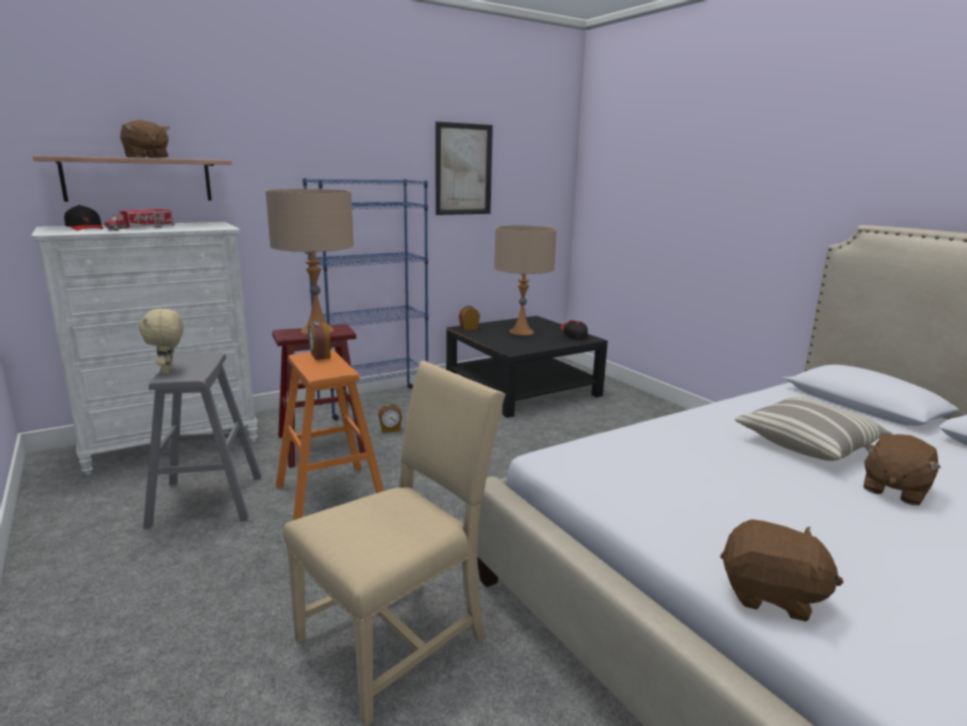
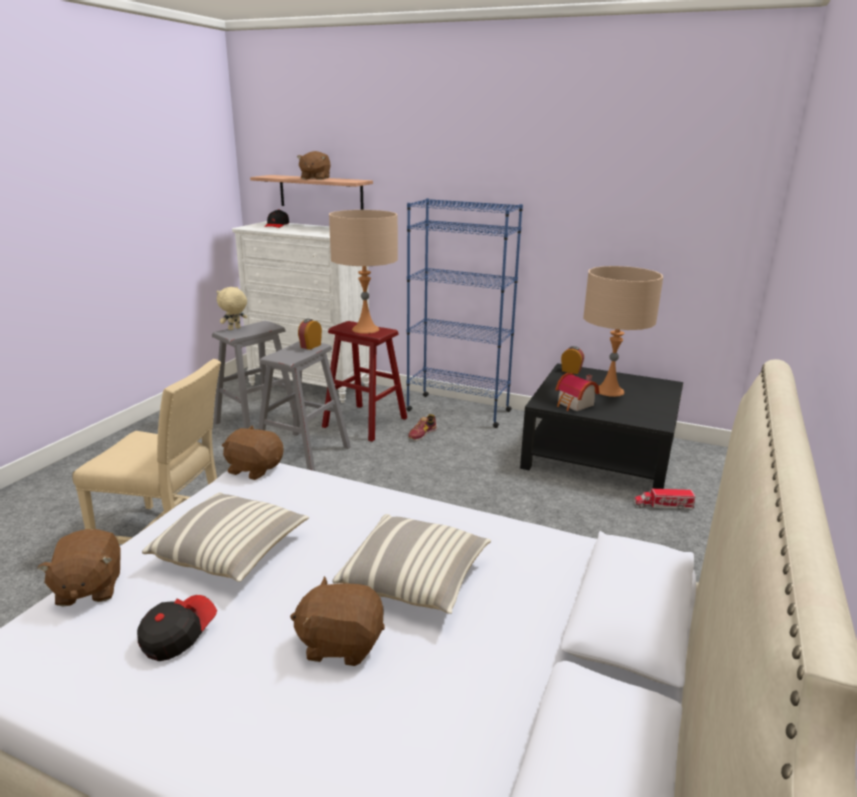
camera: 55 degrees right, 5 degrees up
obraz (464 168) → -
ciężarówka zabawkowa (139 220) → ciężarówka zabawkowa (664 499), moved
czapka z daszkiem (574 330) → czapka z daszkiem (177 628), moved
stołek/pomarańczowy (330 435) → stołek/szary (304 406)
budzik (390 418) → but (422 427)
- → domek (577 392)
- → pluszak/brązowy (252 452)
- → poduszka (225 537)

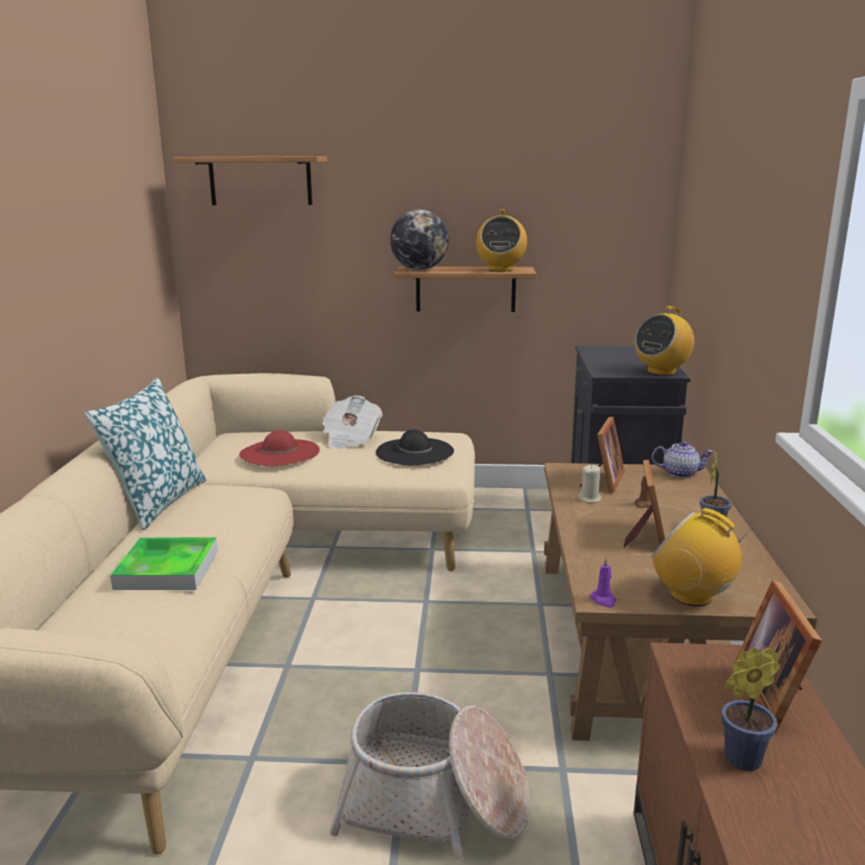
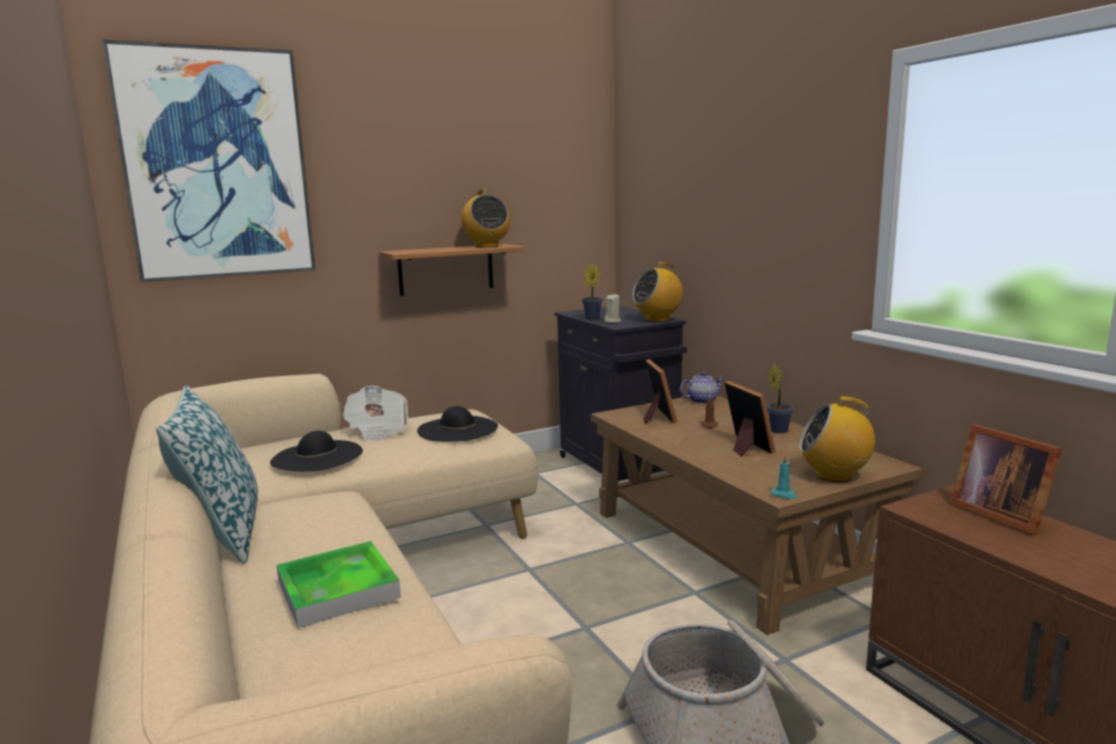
camera: 30 degrees left, 5 degrees down
półka (250 180) → obraz (208 161)
globus (419 240) → -
radio (664 340) → radio (657 292), 45 degrees clockwise
kapelusz/czerwony (279 448) → kapelusz/czarny (316 451)
świeca/beżowy (589 484) → świeca/beżowy (612 308), moved
świeca/fioletowy (603 582) → świeca/turkusowy (784 476)
roślina doniczkowa (750 709) → roślina doniczkowa (592 292), moved

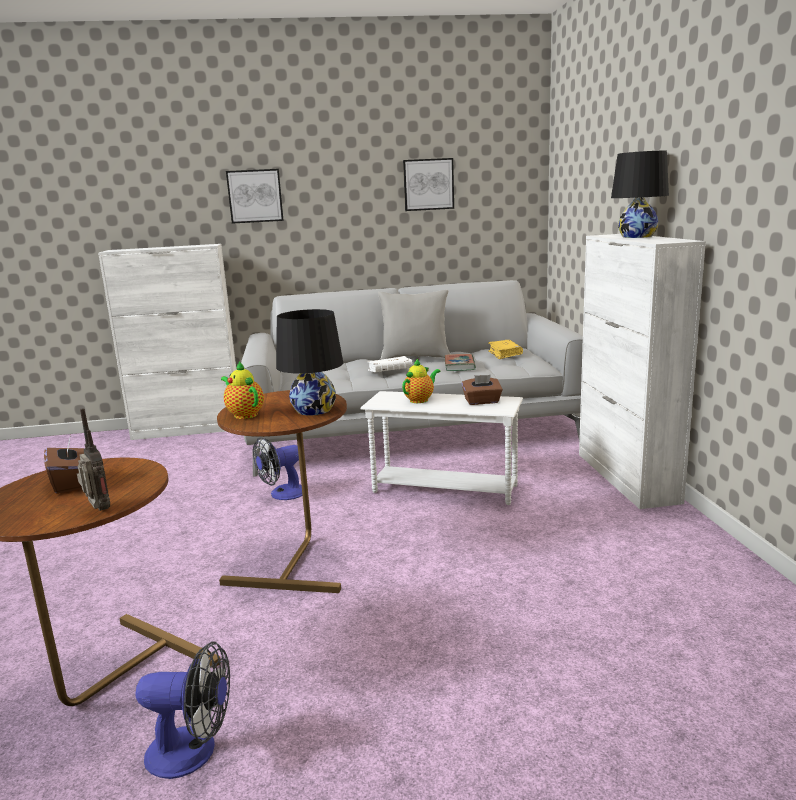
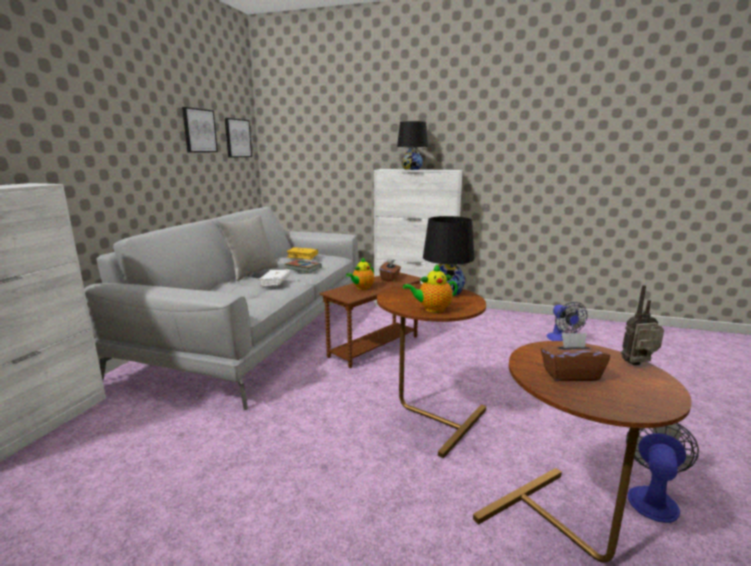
camera: 65 degrees left, 0 degrees up
obraz (255 196) → obraz (238 138), moved
imbryk (421 381) → imbryk (360 274), 120 degrees counterclockwise
stolik/biały (442 448) → stolik/brązowy (370 320)
wentylator (278 468) → wentylator (567 321), moved

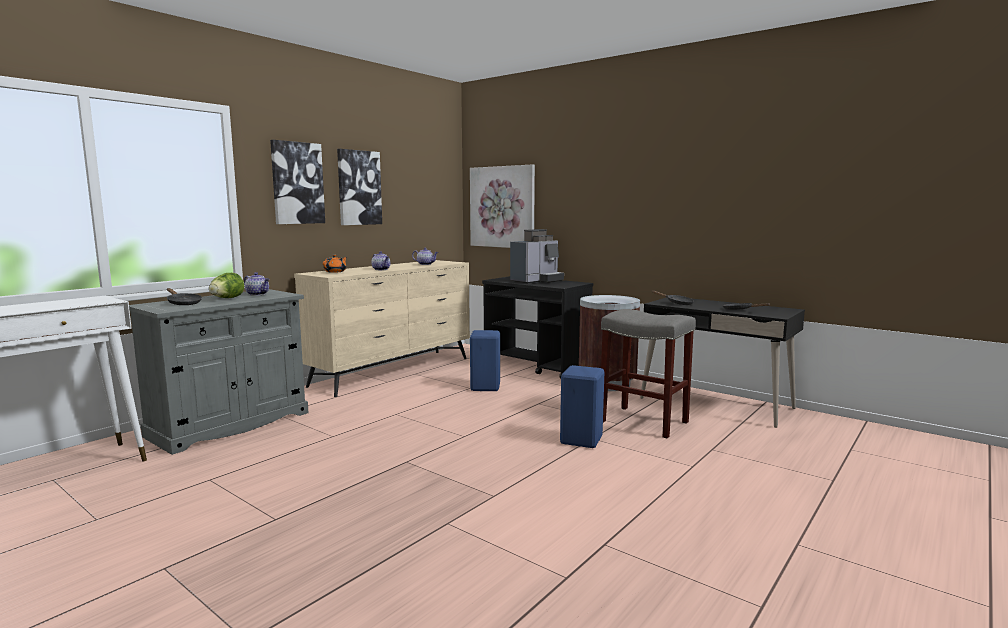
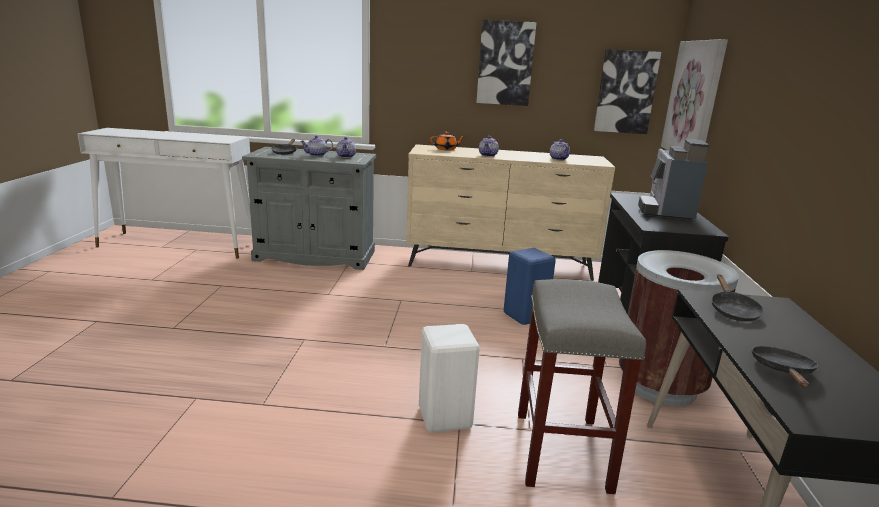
camera: 55 degrees right, 10 degrees up
obraz (297 182) → obraz (627 91), moved
ekspres do kawy (537 256) → ekspres do kawy (674 179), 90 degrees clockwise
sałata (226 285) → imbryk (316 146)
stołek/niebieski (582 406) → stołek/biały (449 378)

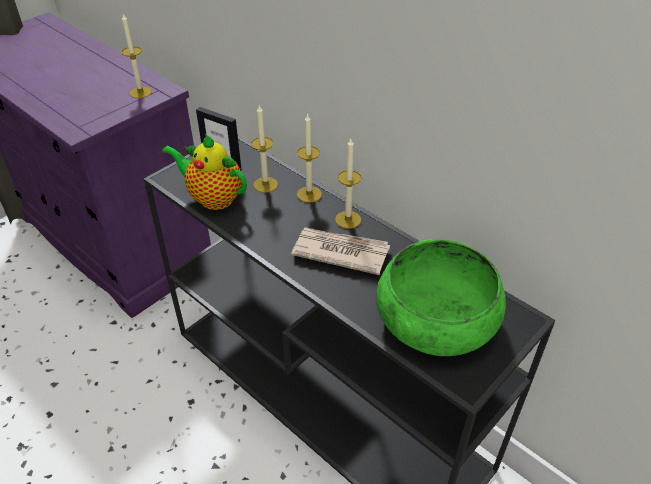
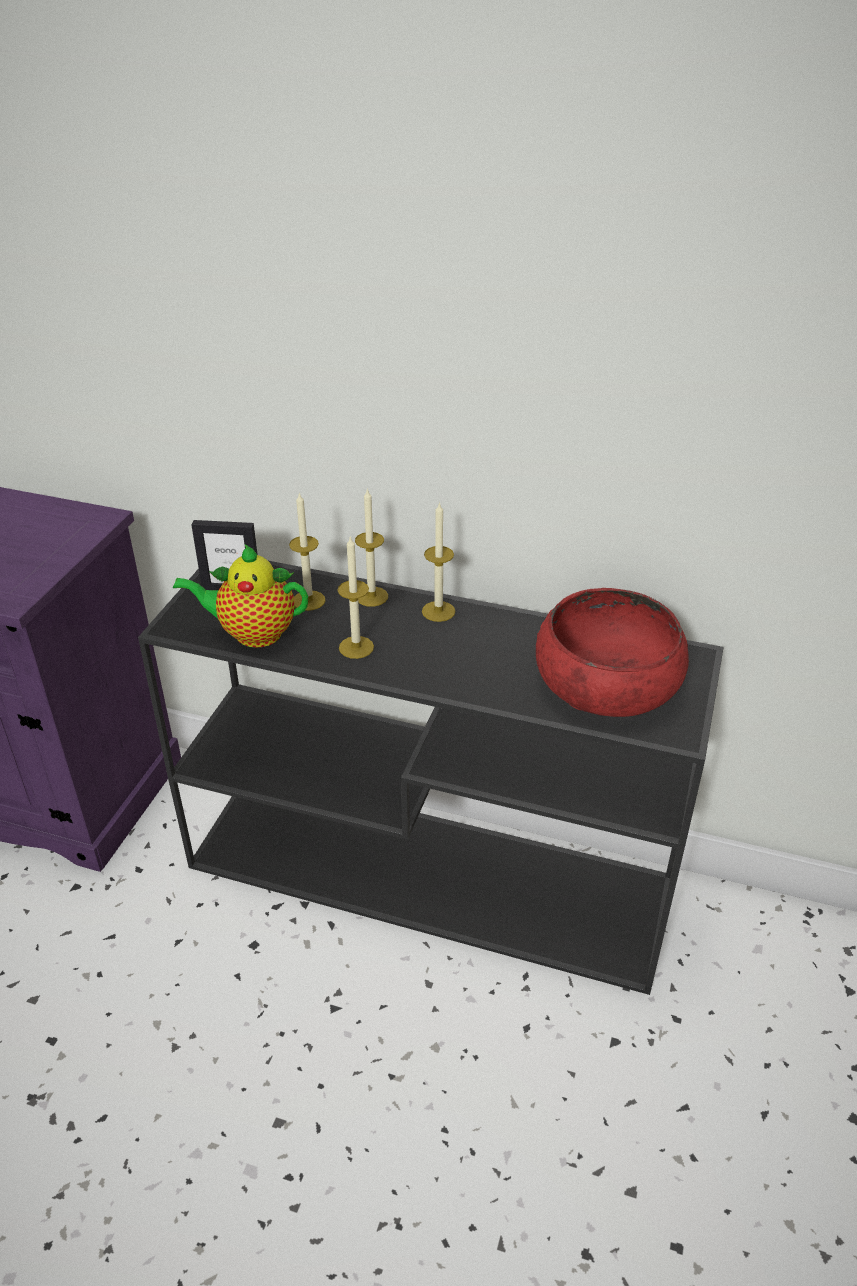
camera: 25 degrees left, 5 degrees down
świeca (137 56) → świeca (356 597), moved
gazeta (340 251) → -
miska/zielony (441 297) → miska/czerwony (612 652)

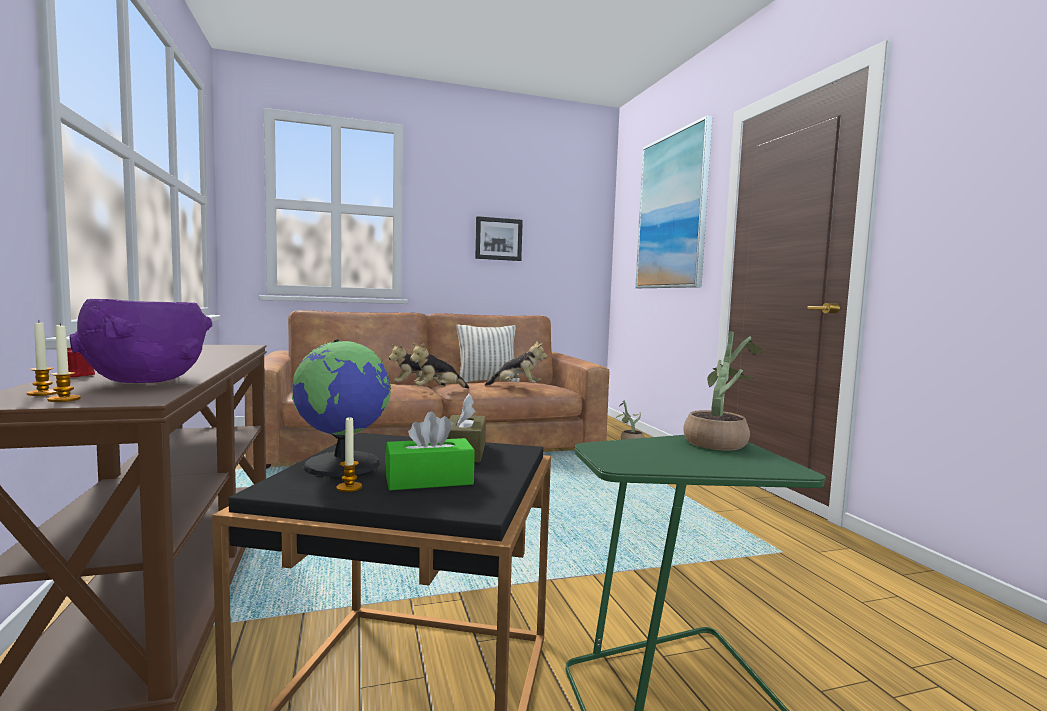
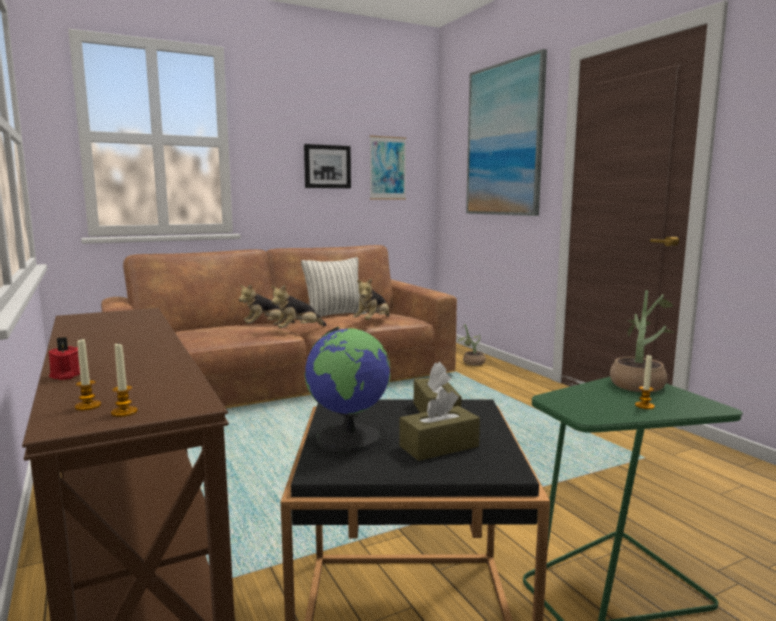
camera: 10 degrees left, 5 degrees up
miska/fioletowy (141 341) → -
pluszak (516 363) → pluszak (371 299), 120 degrees clockwise
pudełko chusteczek/zielony (430 451) → pudełko chusteczek/brązowy (439 425)
świeca (349 454) → świeca (645 381), moved
- → obraz (387 168)

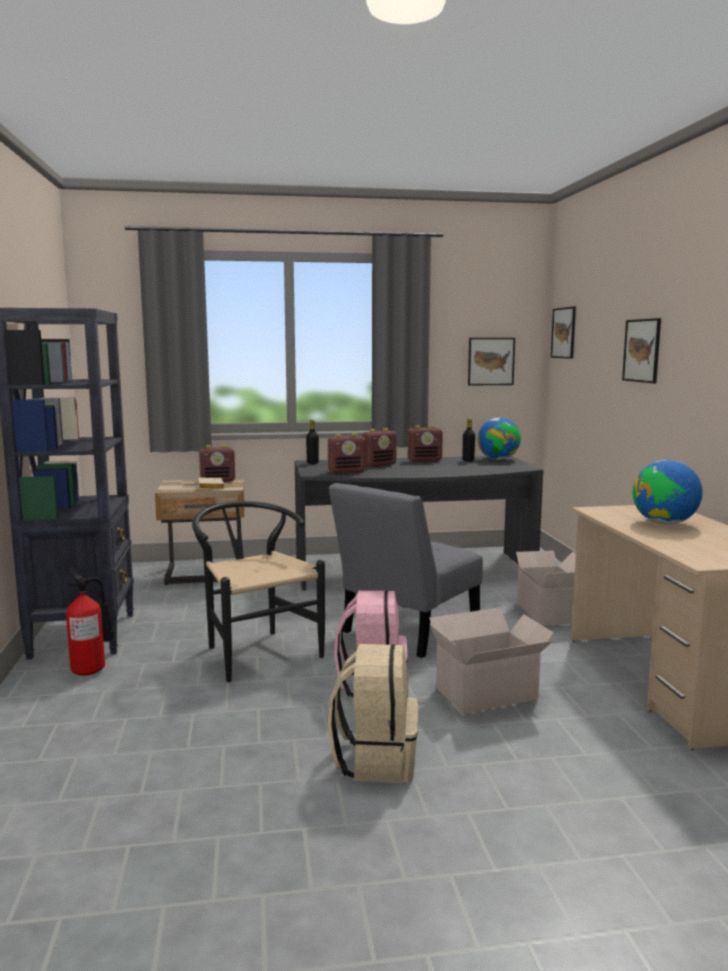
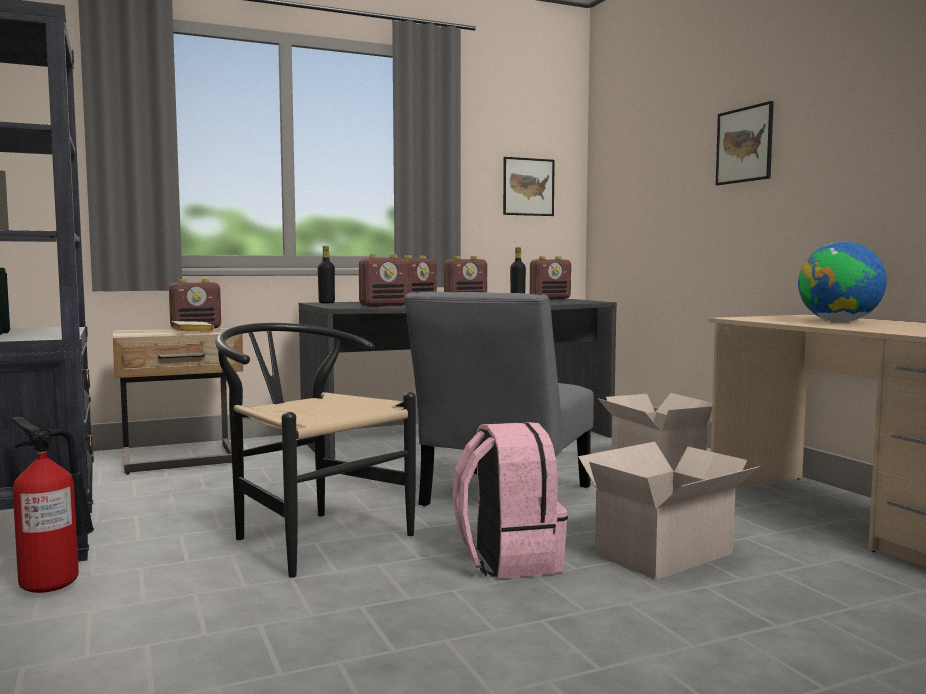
camera: 15 degrees left, 5 degrees down
obraz (563 333) → -
globus (499 439) → radio (550 277)
plecak/beżowy (373 713) → -

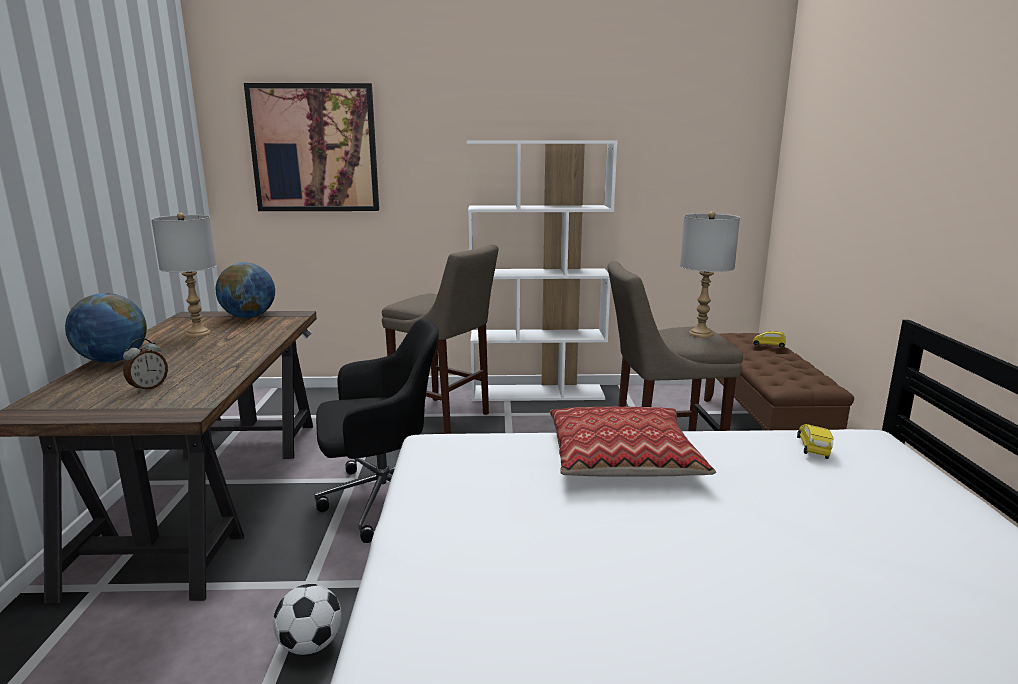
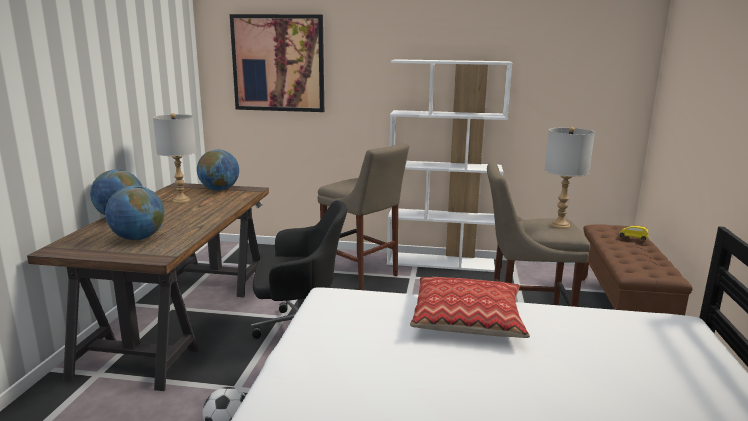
camera: 10 degrees right, 0 degrees up
budzik (145 365) → globus (134 213)
samochodzik/żółty (815 441) → -

